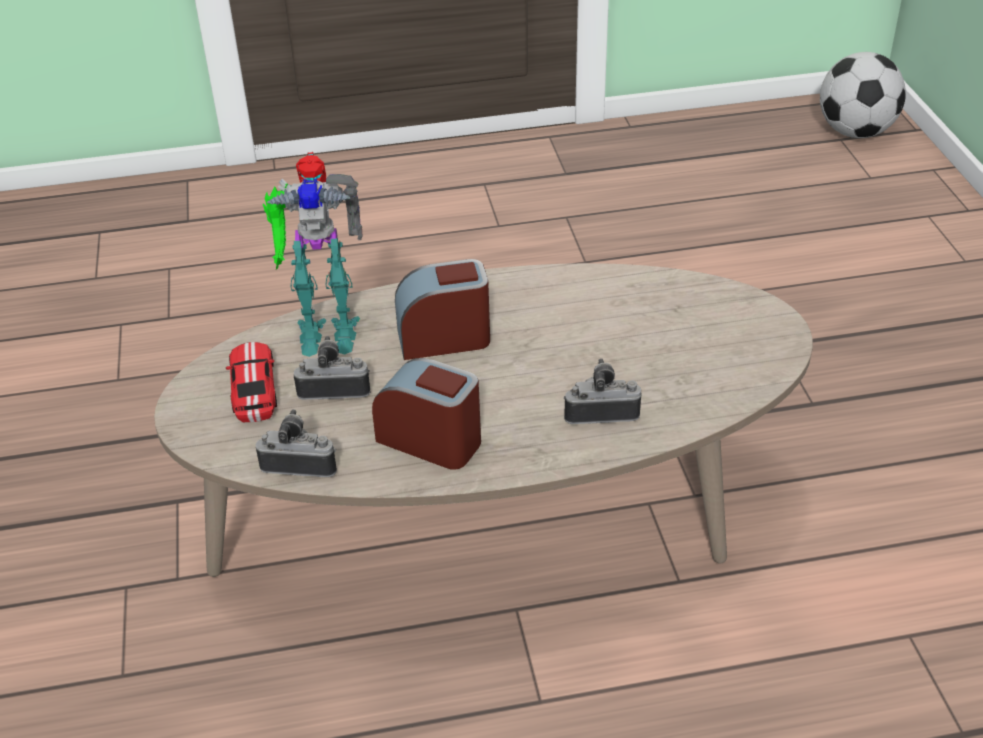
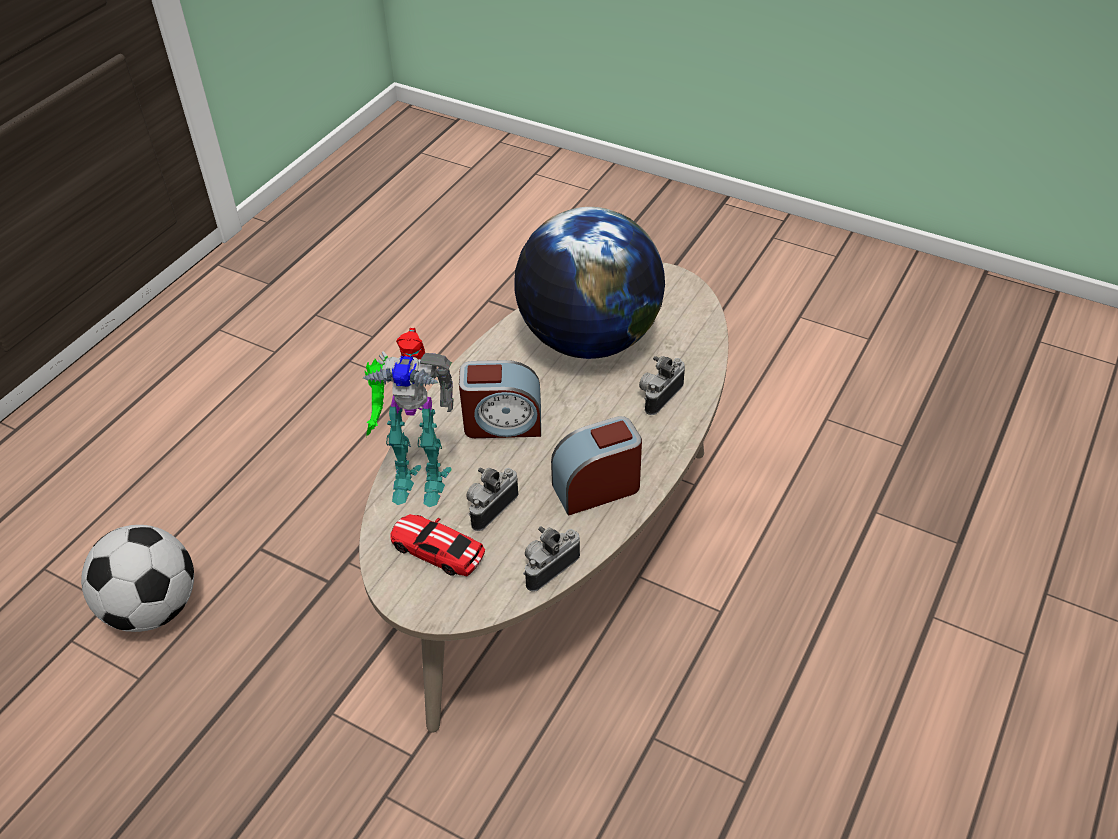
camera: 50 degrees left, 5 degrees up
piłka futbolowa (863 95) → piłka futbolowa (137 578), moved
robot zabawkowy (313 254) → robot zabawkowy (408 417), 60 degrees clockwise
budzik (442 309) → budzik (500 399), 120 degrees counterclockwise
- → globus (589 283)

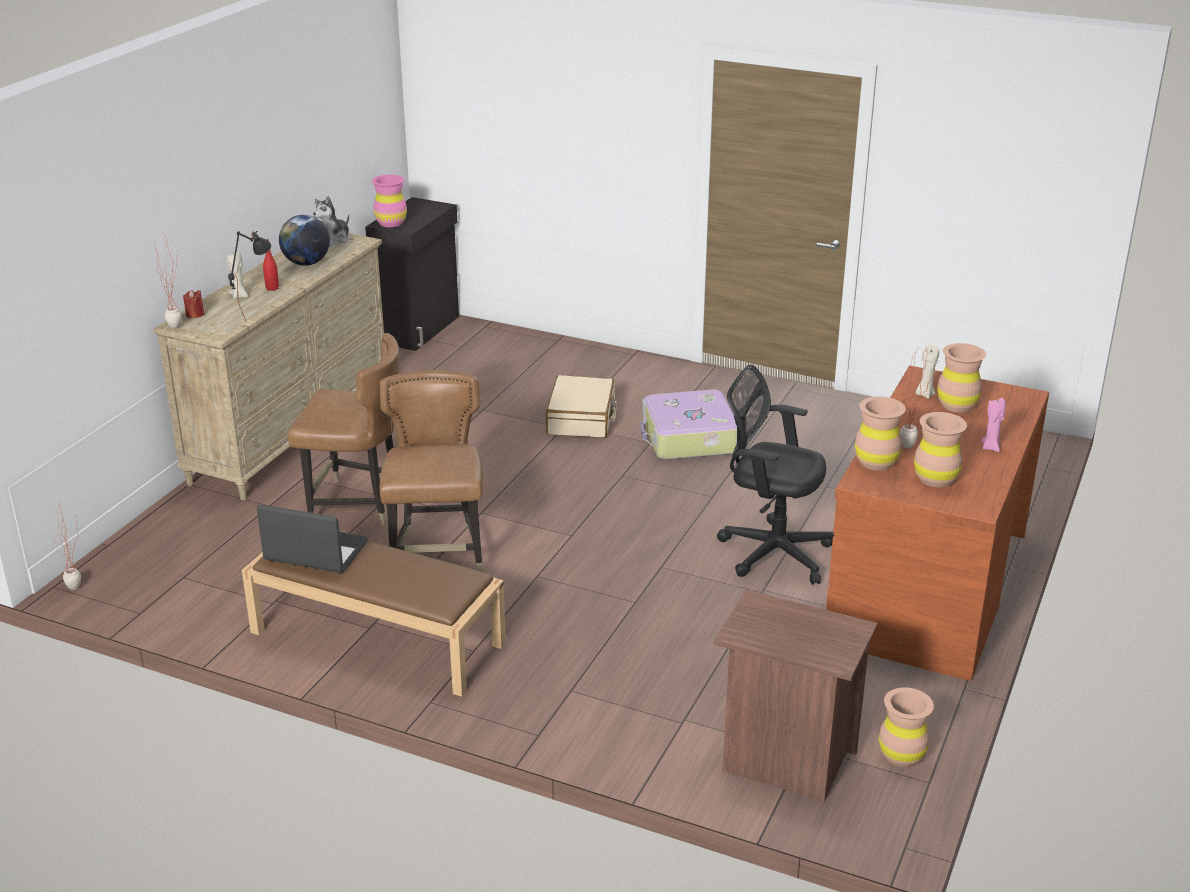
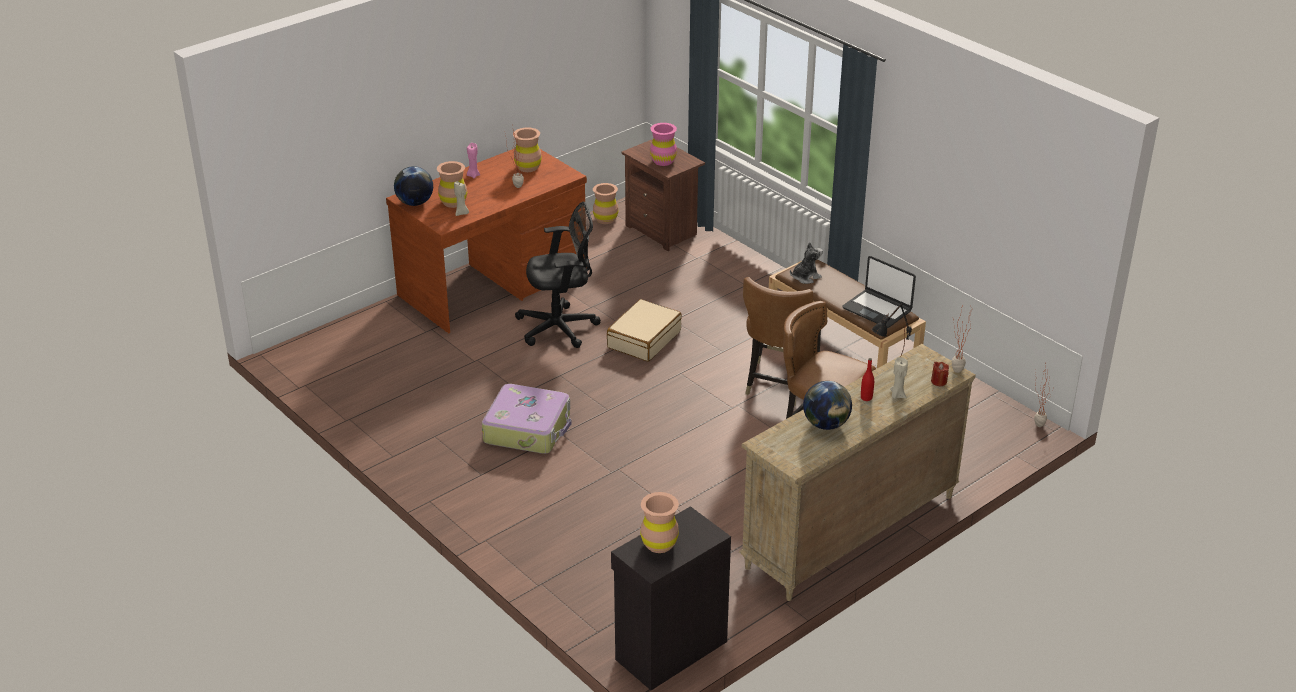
camera: 155 degrees left, 5 degrees up
wazon/różowy (389 201) → wazon/różowy (663 144), moved
pluszak (331 221) → pluszak (806 263), moved
krzesło biurowe/czarny (775 475) → krzesło biurowe/czarny (558 275), 60 degrees counterclockwise
walizka/beżowy (581 406) → walizka/beżowy (644 330), moved
wazon/brązowy (880 433) → wazon/brązowy (659 522), moved
- → globus (413 186)

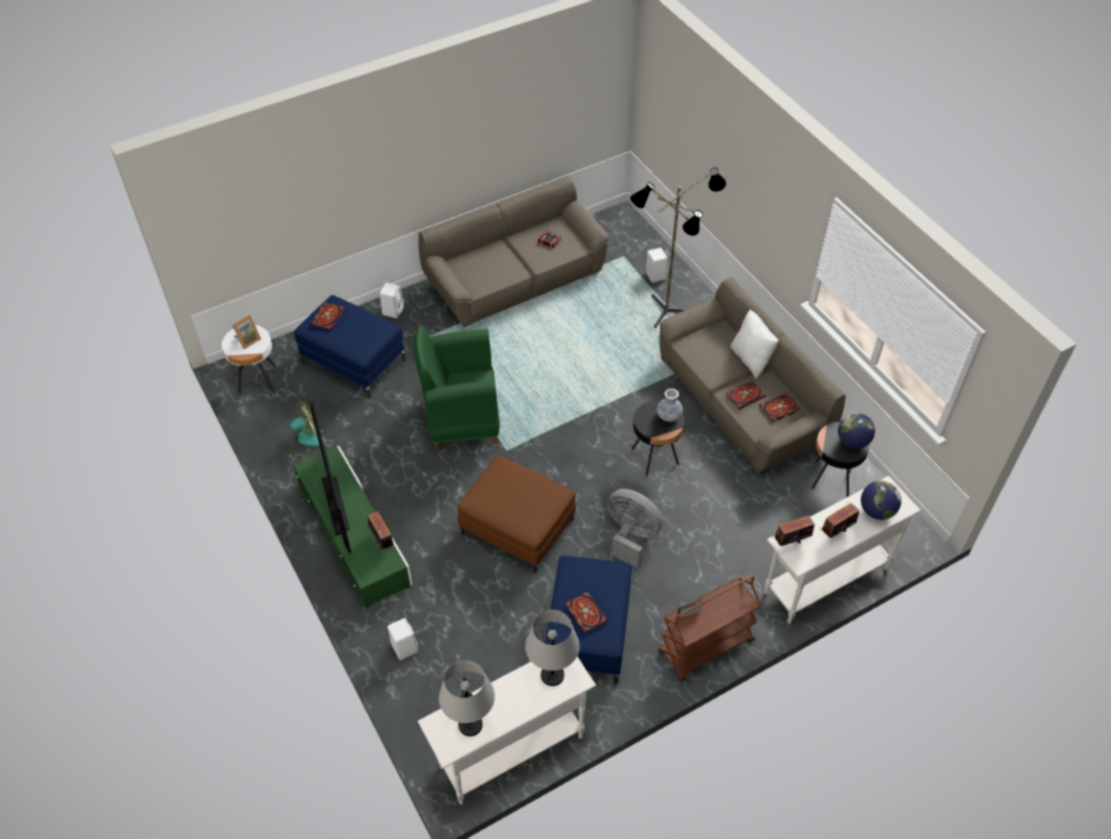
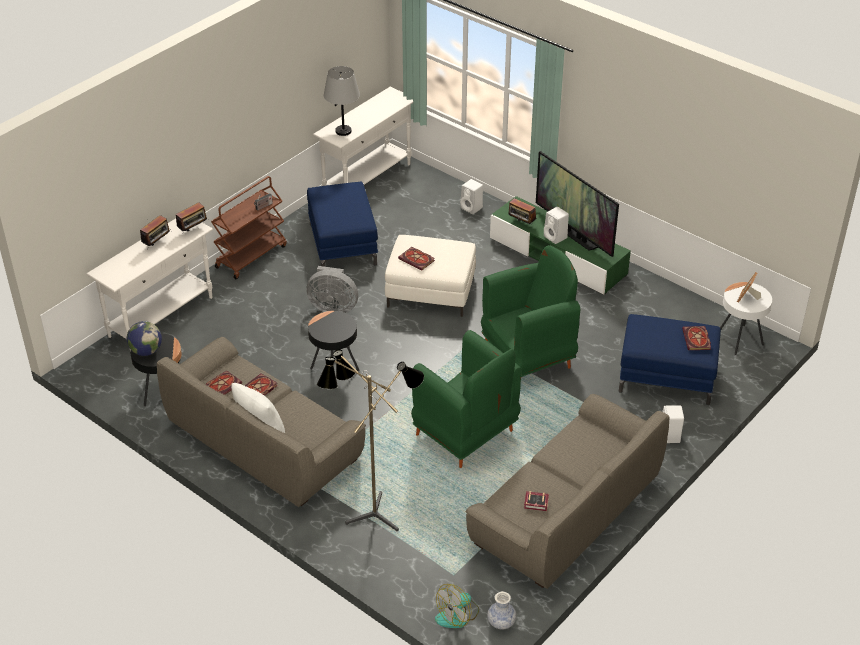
camera: 160 degrees right, 10 degrees down
głośnik/biały (657 265) → głośnik/biały (556 225), moved
wazon (670 405) → wazon (501 610), moved
wentylator (304 430) → wentylator (457 606), moved
pufa/brązowy (516 514) → pufa/biały (430 276)
globus (881 500) → -
książka (587 612) → książka (416 259), moved
lampa stołowa/szary (467 698) → -
- → fotel/zielony (466 399)

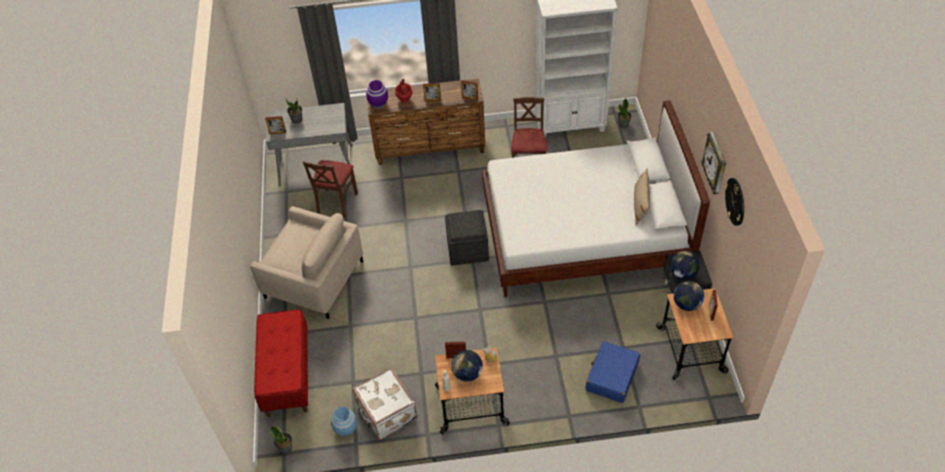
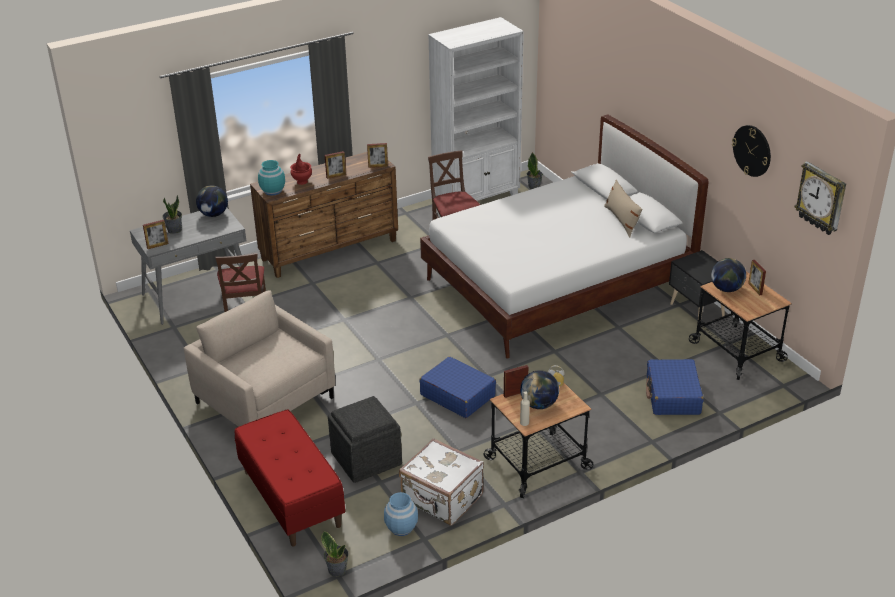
camera: 25 degrees left, 15 degrees down
wazon/fioletowy (377 94) → wazon/turkusowy (271 178)
zegar ścienny (713 163) → zegar ścienny (820 198), moved
fotel/beżowy (306 262) → fotel/beżowy (259 358), 135 degrees counterclockwise
pufa/szary (467 238) → pufa/szary (365 439), moved
globus (685 265) → globus (212 201), moved
- → walizka/niebieski (457 387)

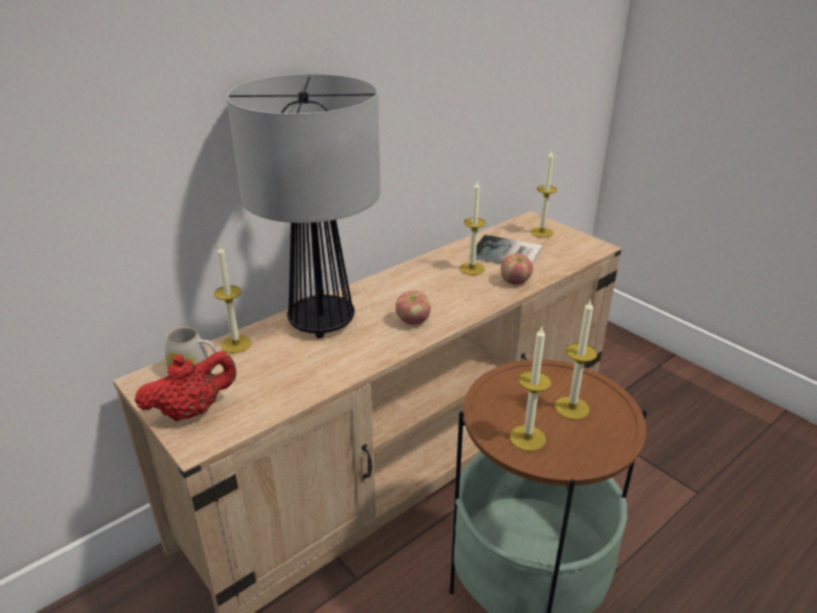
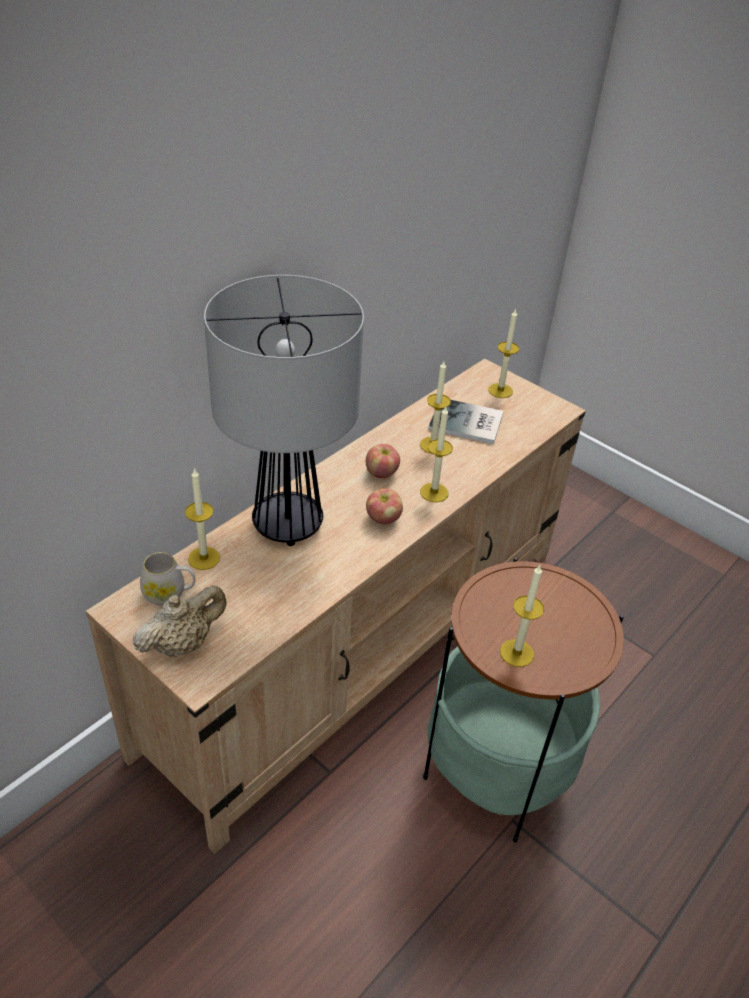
camera: 10 degrees left, 10 degrees up
jabłko (517 269) → jabłko (383 461), moved
świeca (576 359) → świeca (436 454), moved
imbryk/czerwony (185 386) → imbryk/beżowy (180 621)

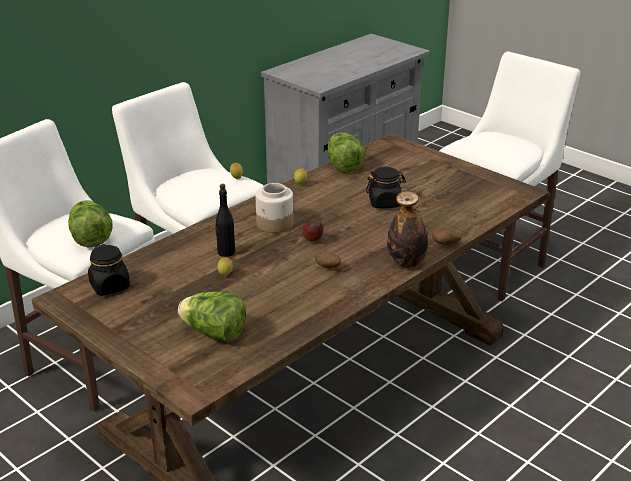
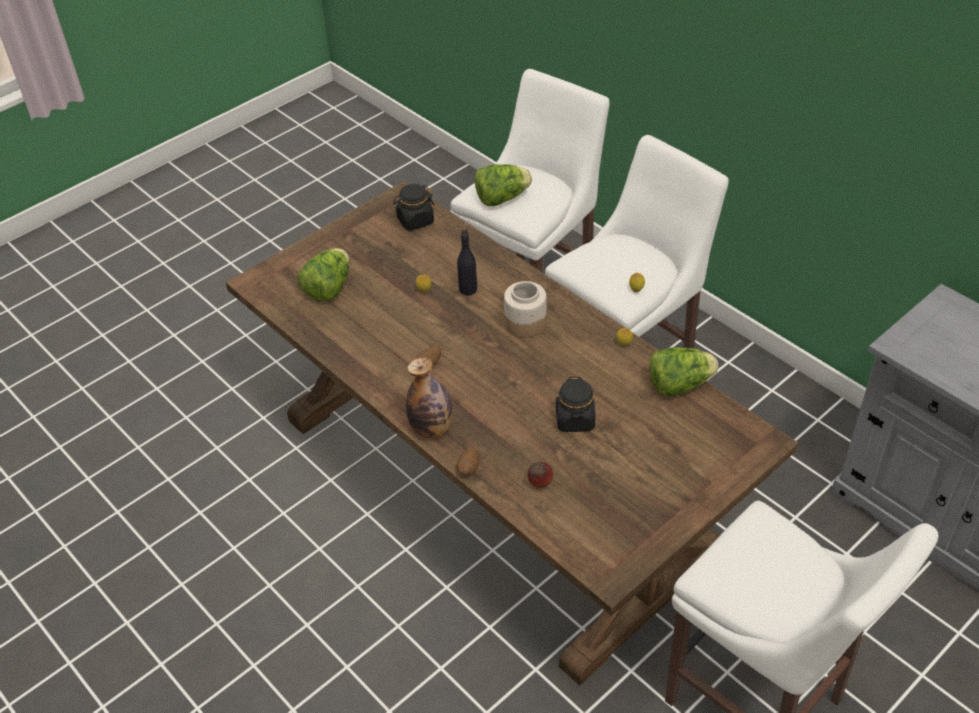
camera: 95 degrees right, 15 degrees up
jabłko (312 230) → jabłko (540 475), moved

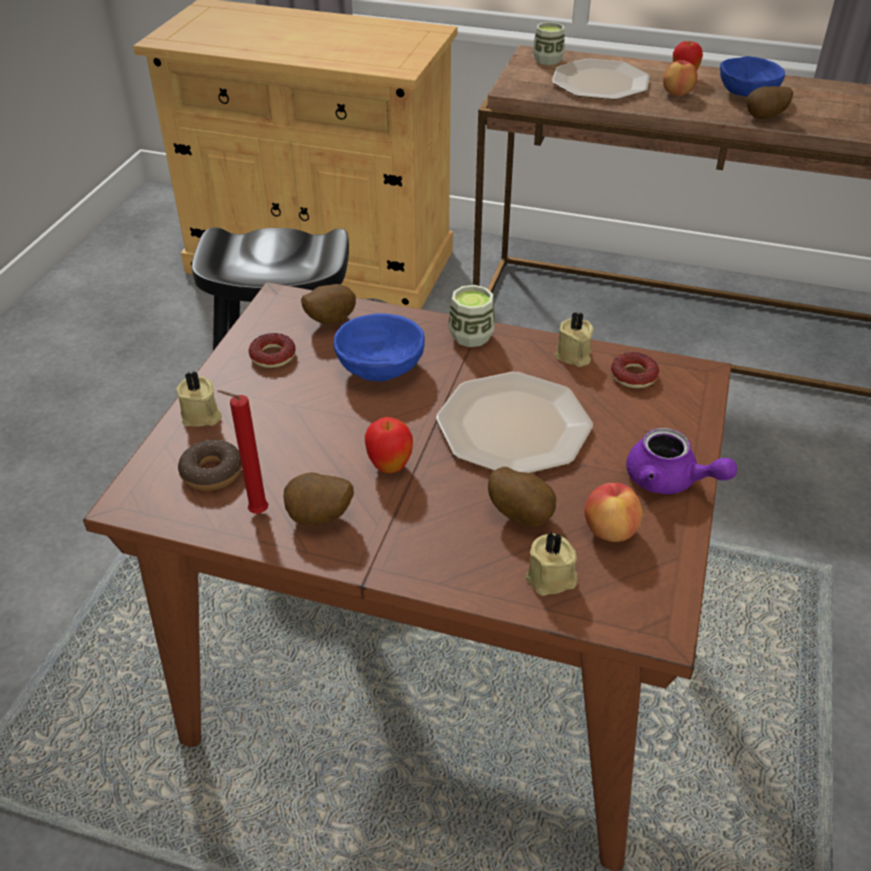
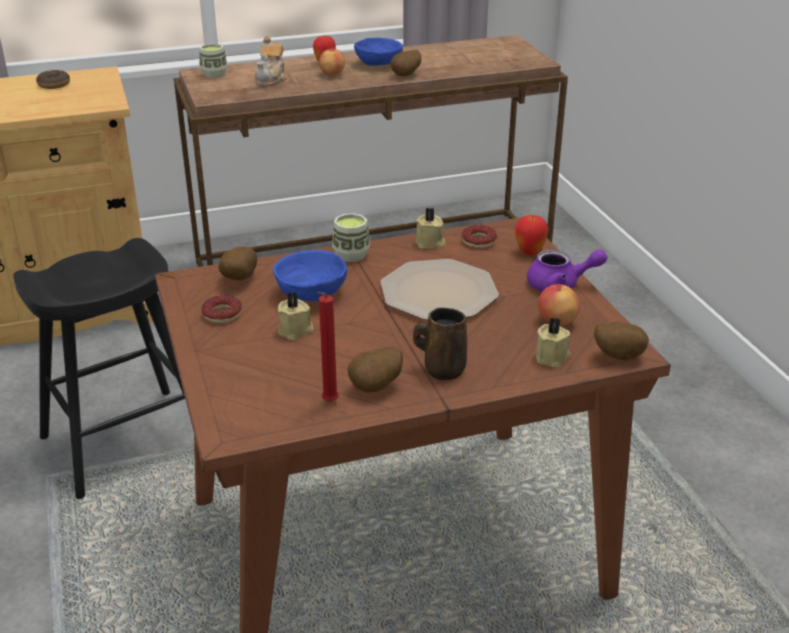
camera: 35 degrees left, 10 degrees down
talerz (601 79) → imbryk (271 61)
świeca/beżowy (199 399) → świeca/beżowy (296 316), moved
jabłko (389 445) → jabłko (532 235), moved
donut (210 465) → donut (53 79), moved
ziemniak (522 497) → ziemniak (621 341), moved
- → kubek/brązowy (440 344)

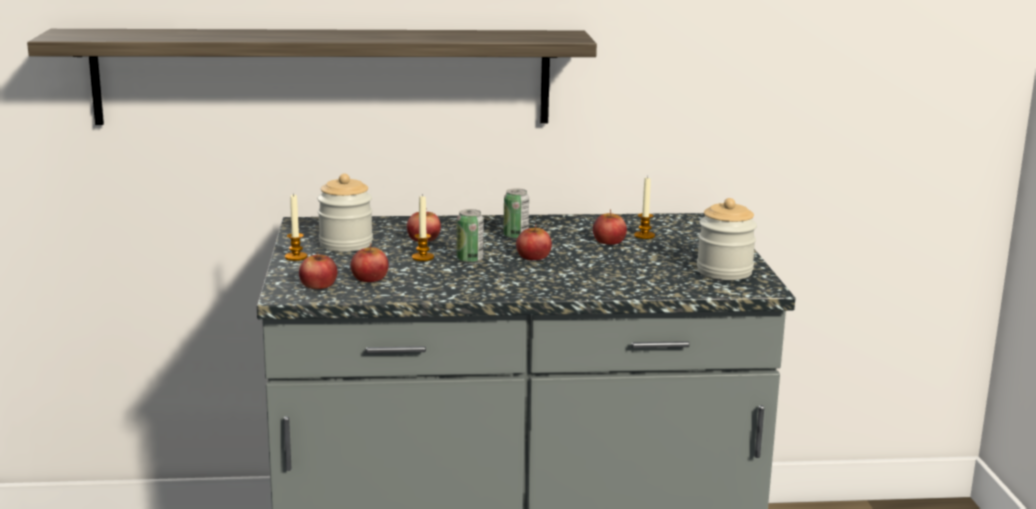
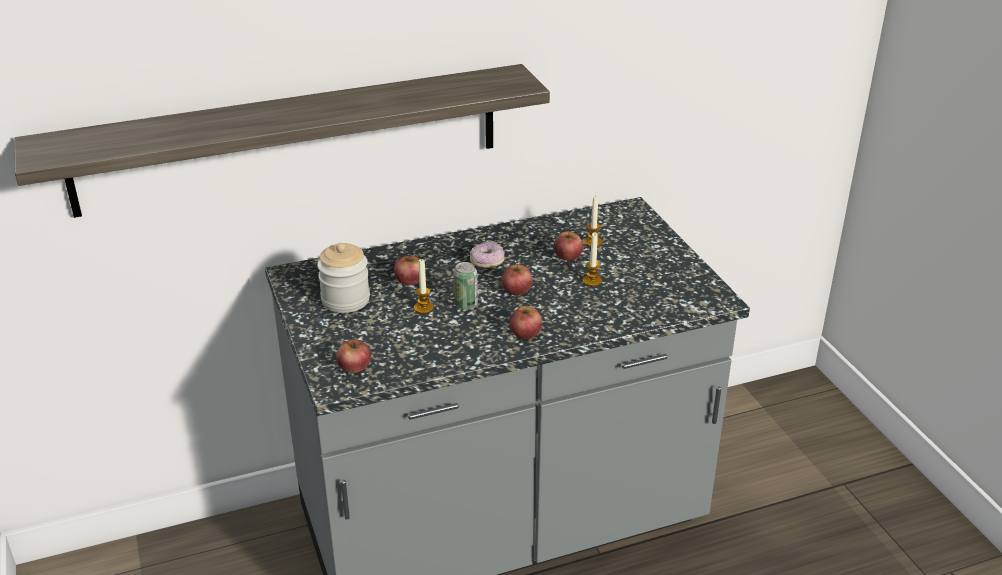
camera: 15 degrees left, 15 degrees up
puszka (516 214) → donut (487 254)
świeca (296 227) → świeca (592 259), moved
słoik (727 239) → -
jabłko (369 262) → jabłko (525 322), moved

